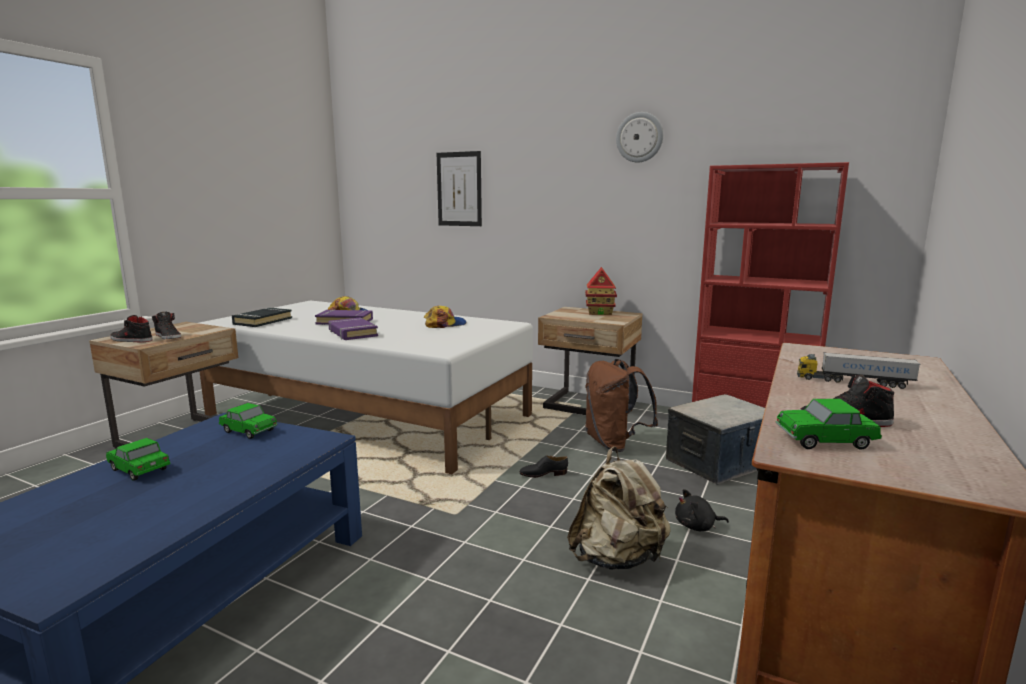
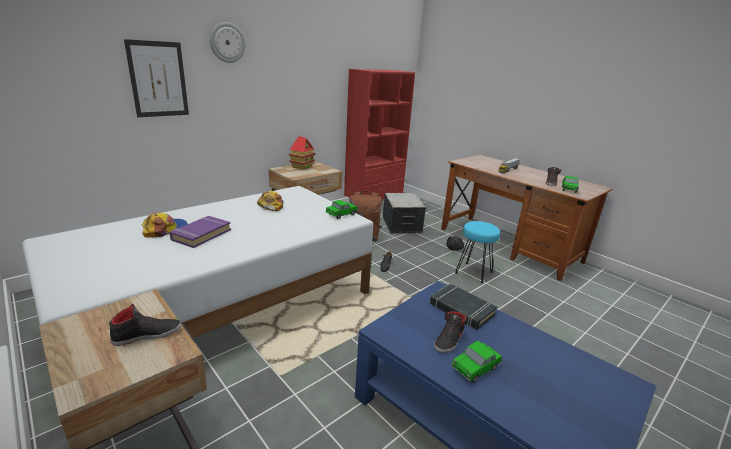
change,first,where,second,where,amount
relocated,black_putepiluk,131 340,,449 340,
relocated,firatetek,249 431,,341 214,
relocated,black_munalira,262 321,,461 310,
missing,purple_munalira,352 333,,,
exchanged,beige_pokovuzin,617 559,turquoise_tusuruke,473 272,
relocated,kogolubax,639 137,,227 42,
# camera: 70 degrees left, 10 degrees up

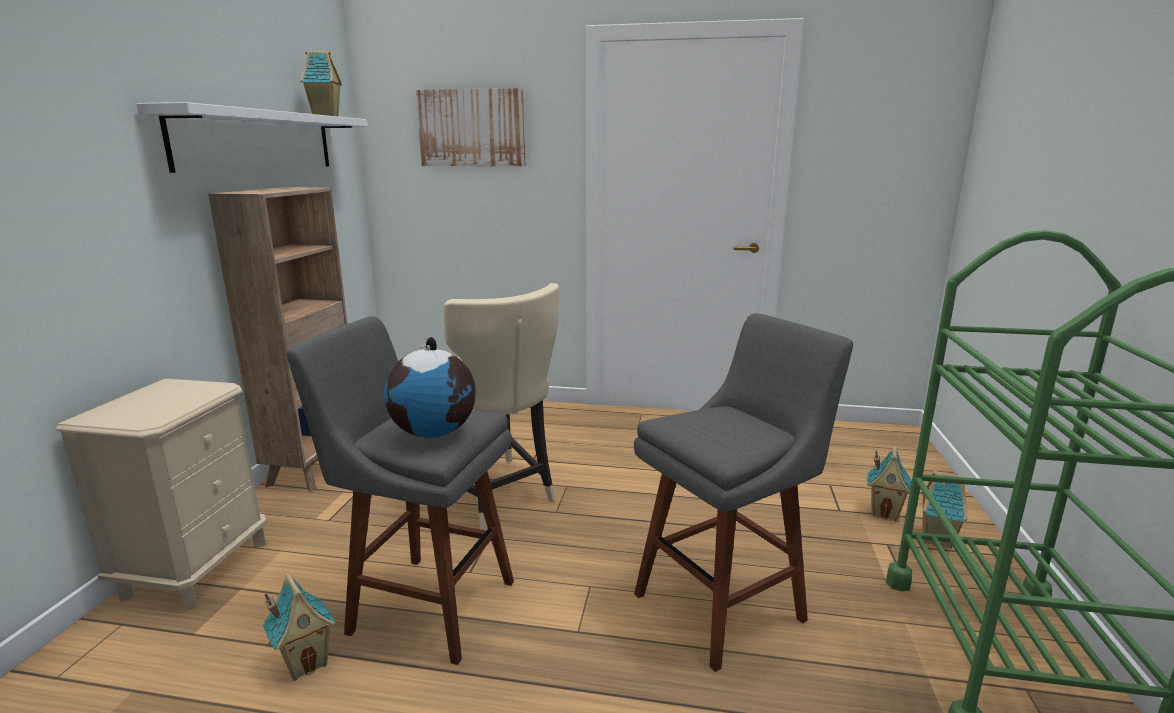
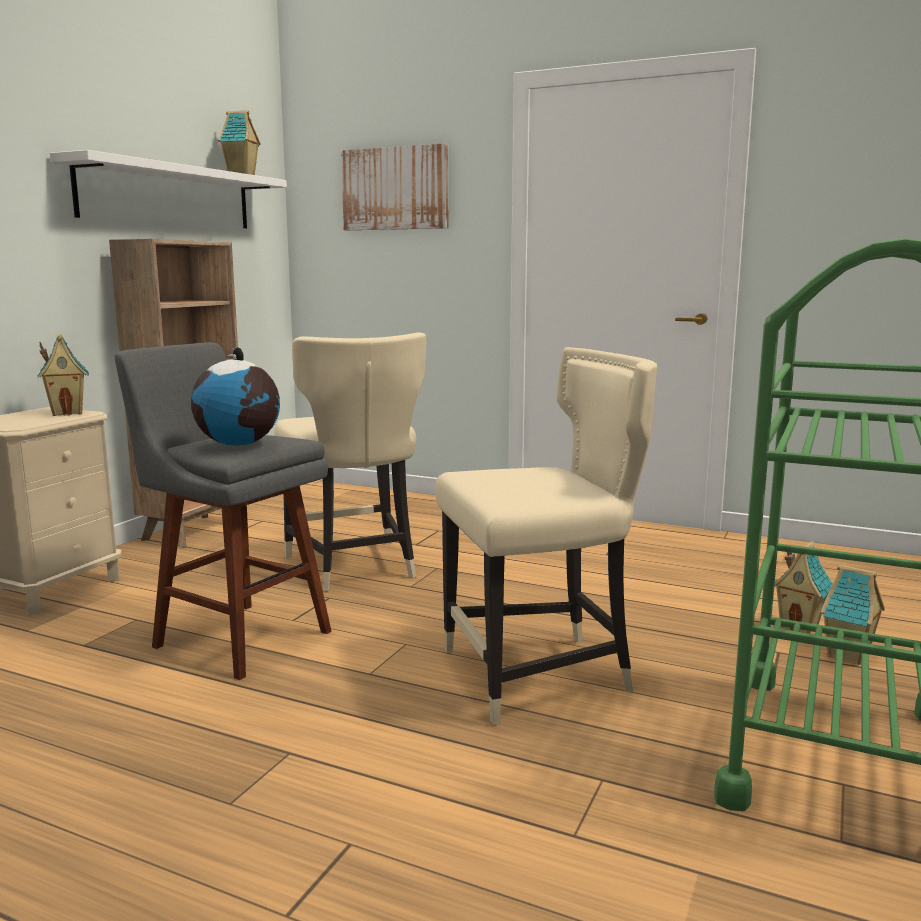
change,first,where,second,where,amount
relocated,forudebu,306 662,,68 413,
exchanged,grey_tusuruke,725 603,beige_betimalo,541 674,
# camera: 15 degrees right, 5 degrees down

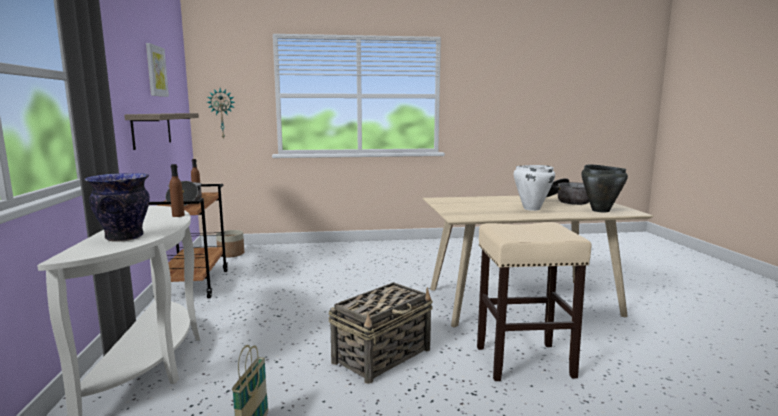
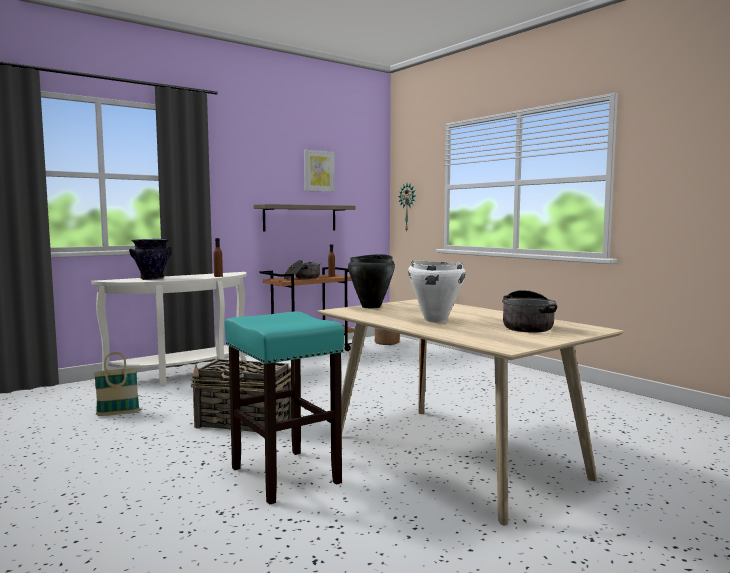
change,first,where,second,where,amount
colour,beige_tusuruke,523 362,turquoise_tusuruke,284 475,
relocated,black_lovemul,600 210,,371 307,
# camera: 60 degrees right, 5 degrees down

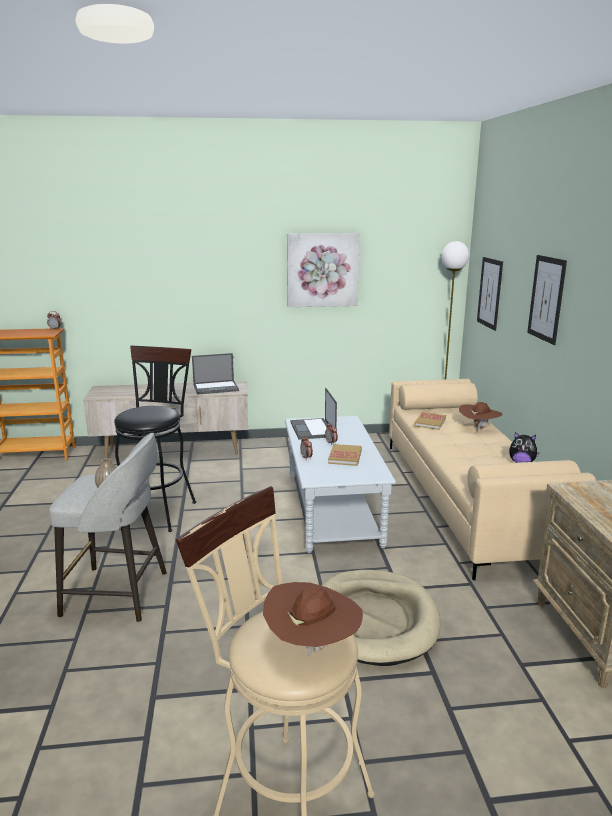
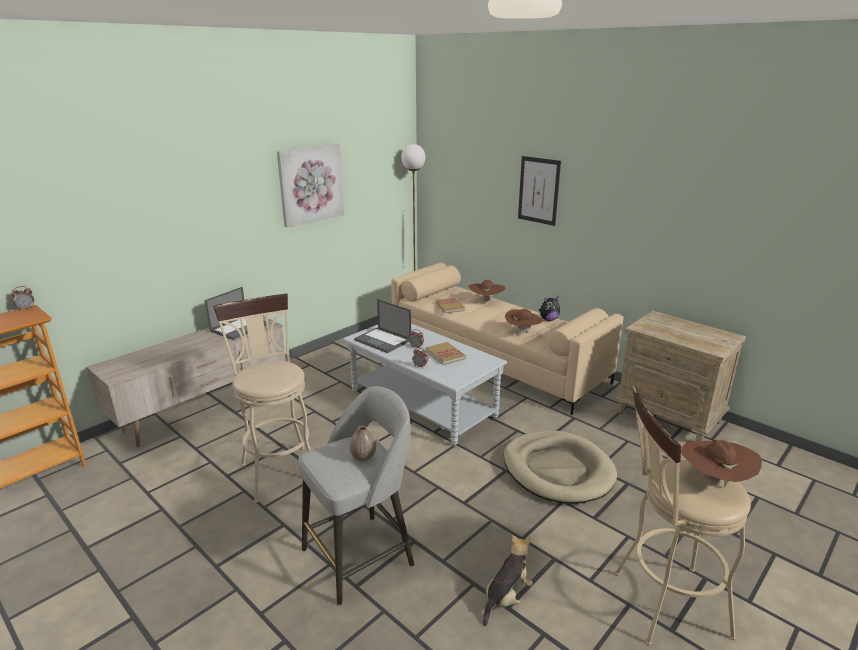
change,first,where,second,where,amount
colour,black_tusuruke,159 509,beige_tusuruke,278 469,
missing,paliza,490 293,,,
appeared,,,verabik,506 597,
appeared,,,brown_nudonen,523 332,
# camera: 40 degrees left, 5 degrees up

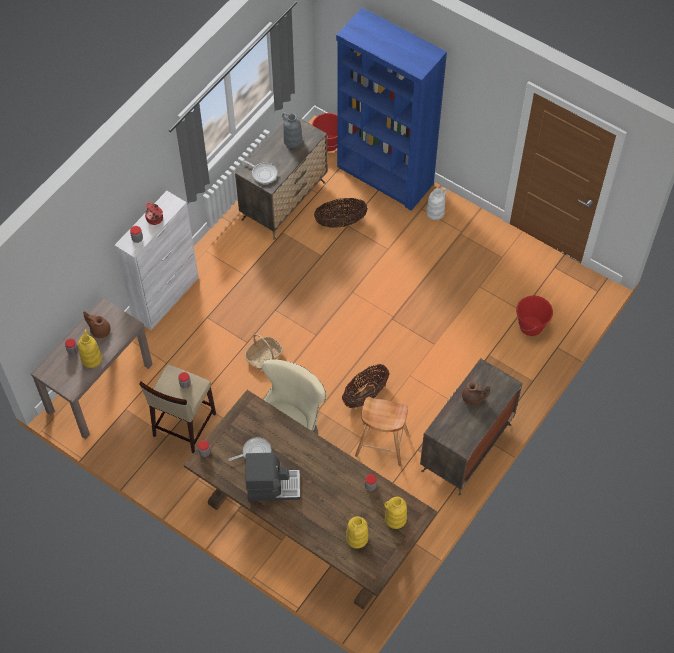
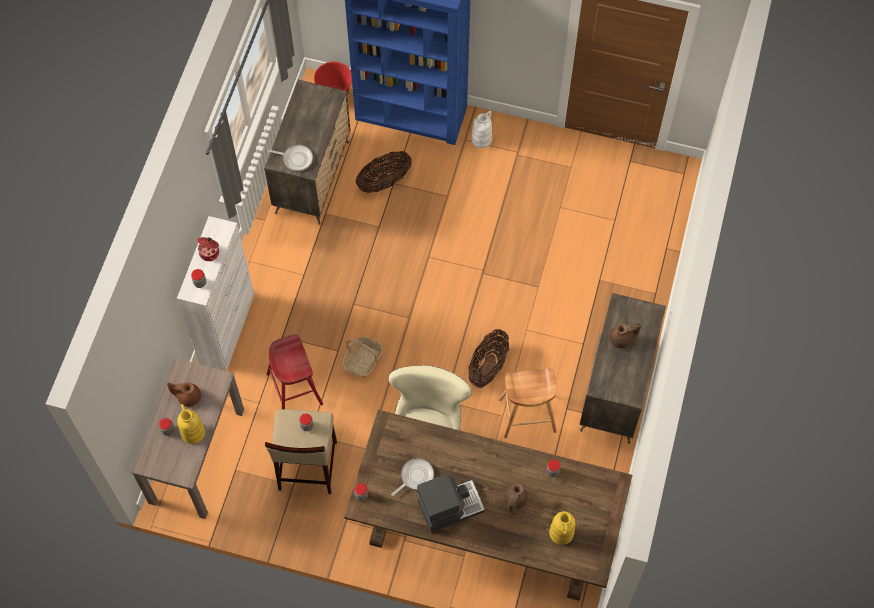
change,first,where,second,where,amount
missing,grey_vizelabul,292 140,,,
missing,yellow_vizelabul,395 519,,,
missing,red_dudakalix,531 326,,,
appeared,,,red_tusuruke,294 389,
appeared,,,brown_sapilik,514 500,
# camera: 20 degrees left, 5 degrees up

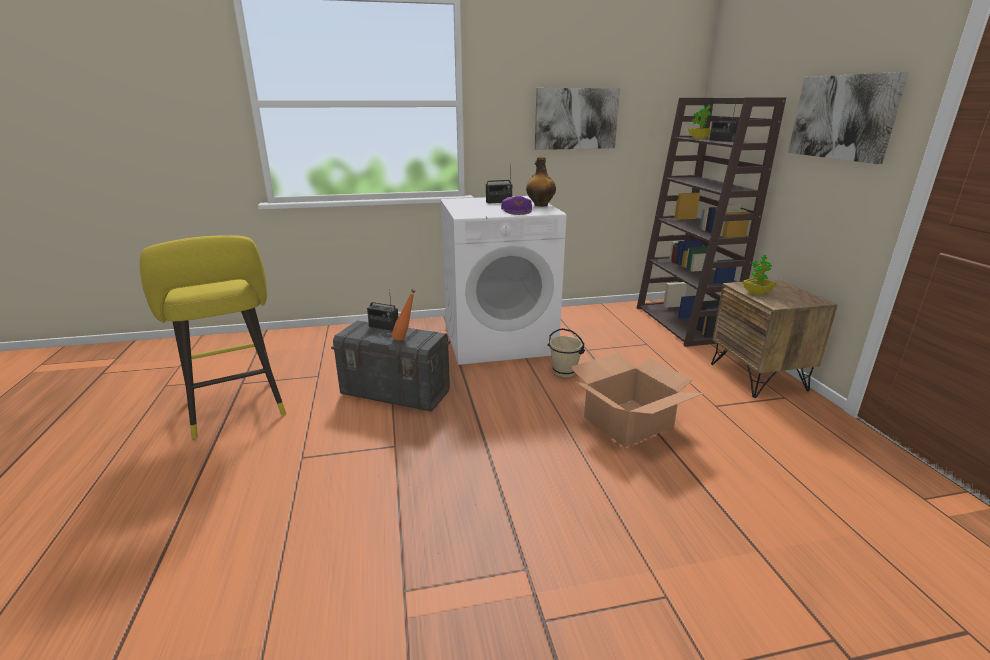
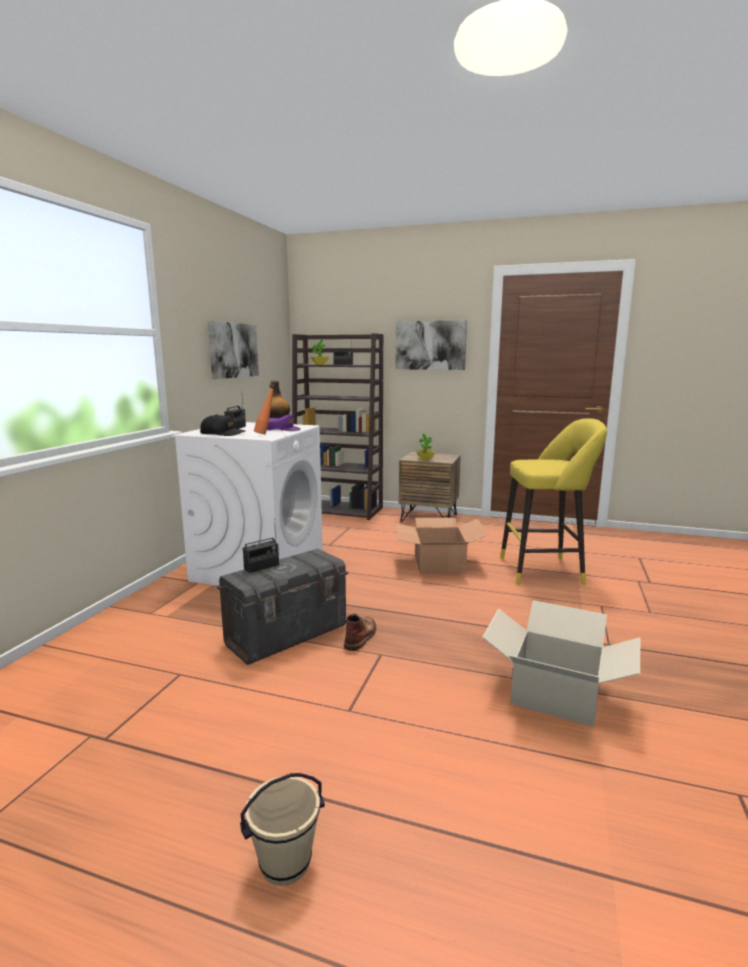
change,first,where,second,where,amount
relocated,yellow_tusuruke,237 410,,546 570,
relocated,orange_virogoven,405 339,,265 434,
relocated,beige_dudakalix,564 372,,285 862,
appeared,,,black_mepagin,223 434,
appeared,,,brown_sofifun,361 636,
appeared,,,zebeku,555 696,
# camera: 60 degrees left, 10 degrees down

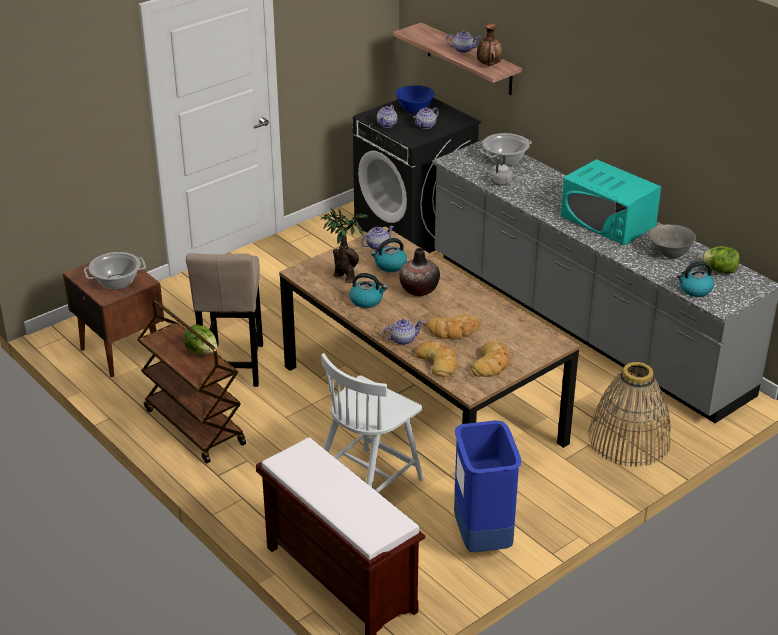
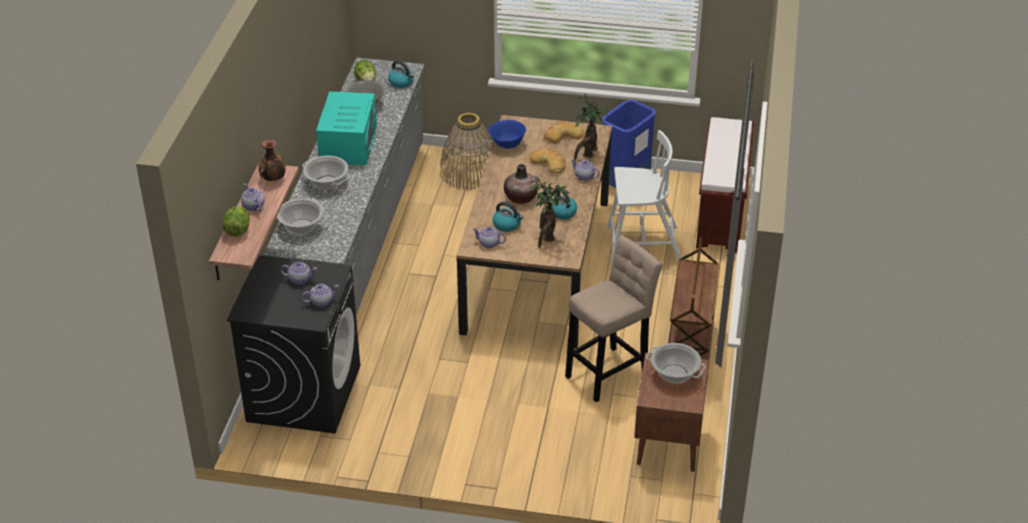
change,first,where,second,where,amount
relocated,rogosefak,201 351,,237 230,
relocated,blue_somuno,414 110,,507 145,
exchanged,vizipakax,438 362,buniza,587 153,
missing,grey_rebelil,500 183,,,
appeared,,,lovemul,326 183,
# camera: 130 degrees left, 5 degrees up

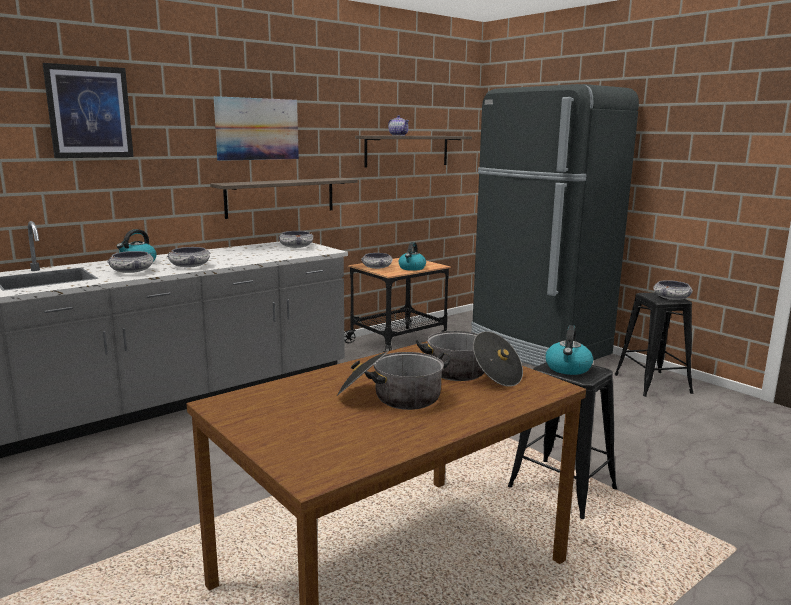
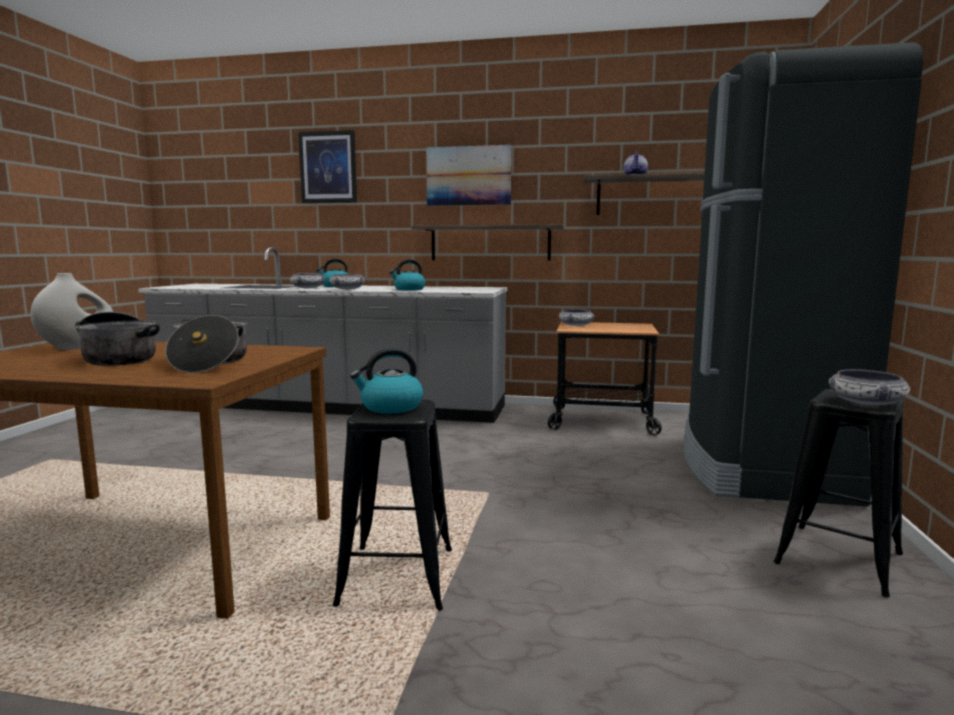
change,first,where,second,where,amount
missing,somuno,296 247,,,
relocated,rebelil,412 268,,409 289,
appeared,,,white_vizelabul,78 347,
# camera: 50 degrees right, 5 degrees down

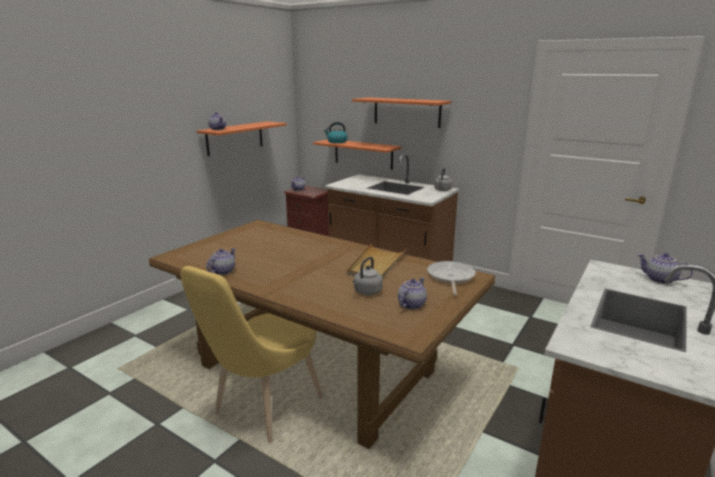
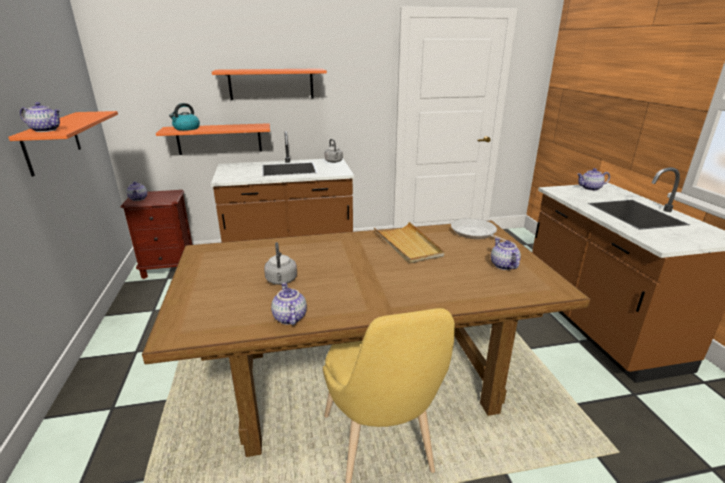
change,first,where,second,where,amount
relocated,grey_rebelil,367 292,,281 281,
# camera: 45 degrees left, 5 degrees up

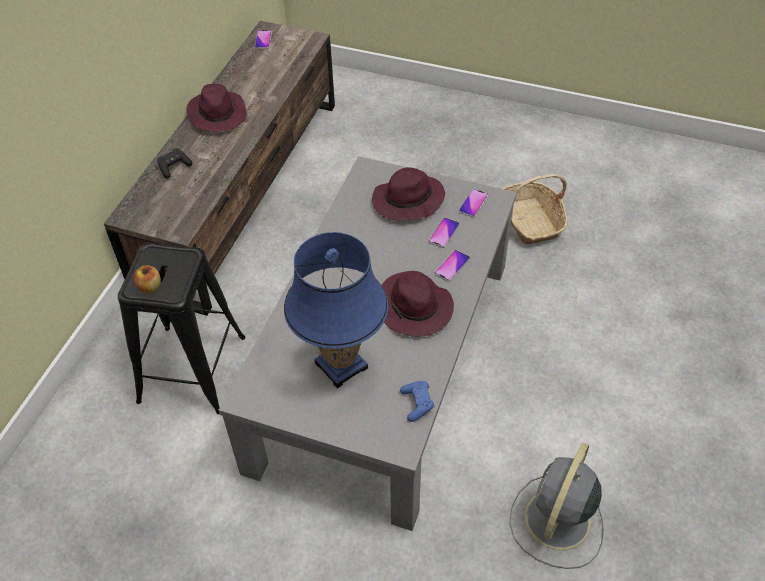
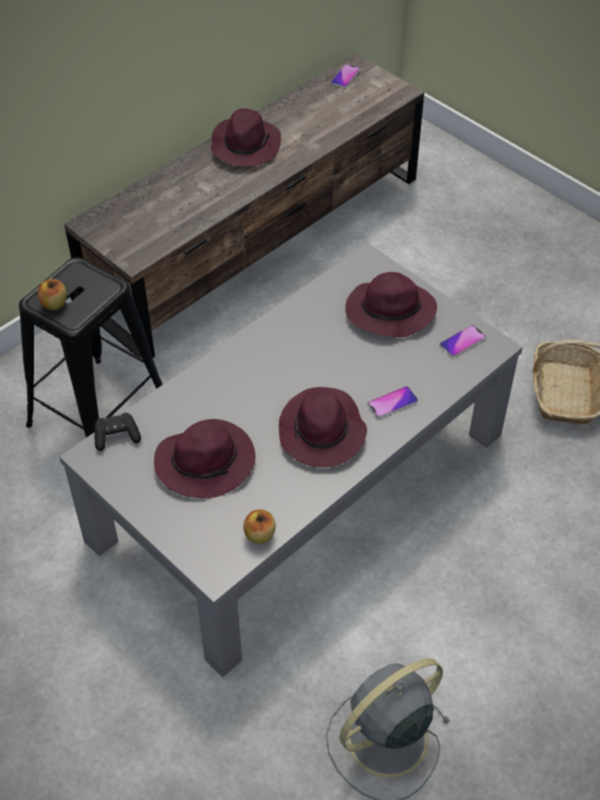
change,first,where,second,where,amount
relocated,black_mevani,174 167,,117 437,
exchanged,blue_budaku,341 365,purple_nudonen,207 462,
exchanged,blue_mevani,417 404,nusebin,259 535,
missing,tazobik,444 233,,,
# camera: 25 degrees right, 0 degrees up

